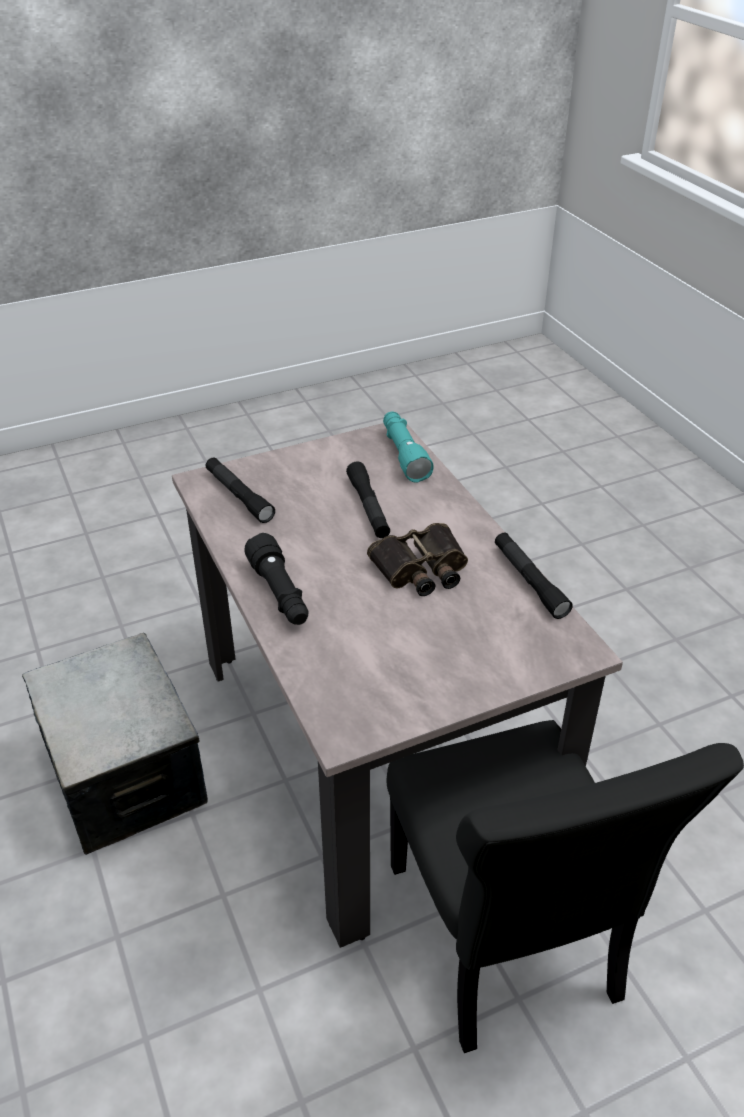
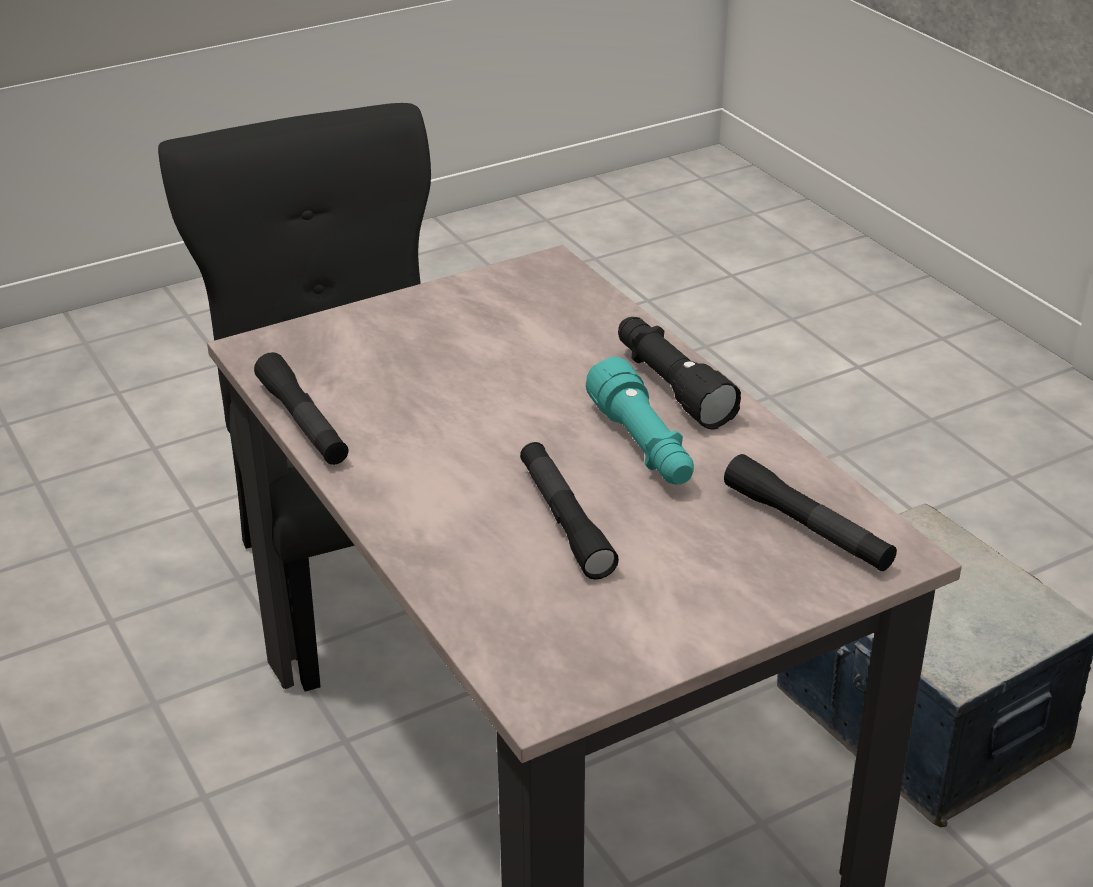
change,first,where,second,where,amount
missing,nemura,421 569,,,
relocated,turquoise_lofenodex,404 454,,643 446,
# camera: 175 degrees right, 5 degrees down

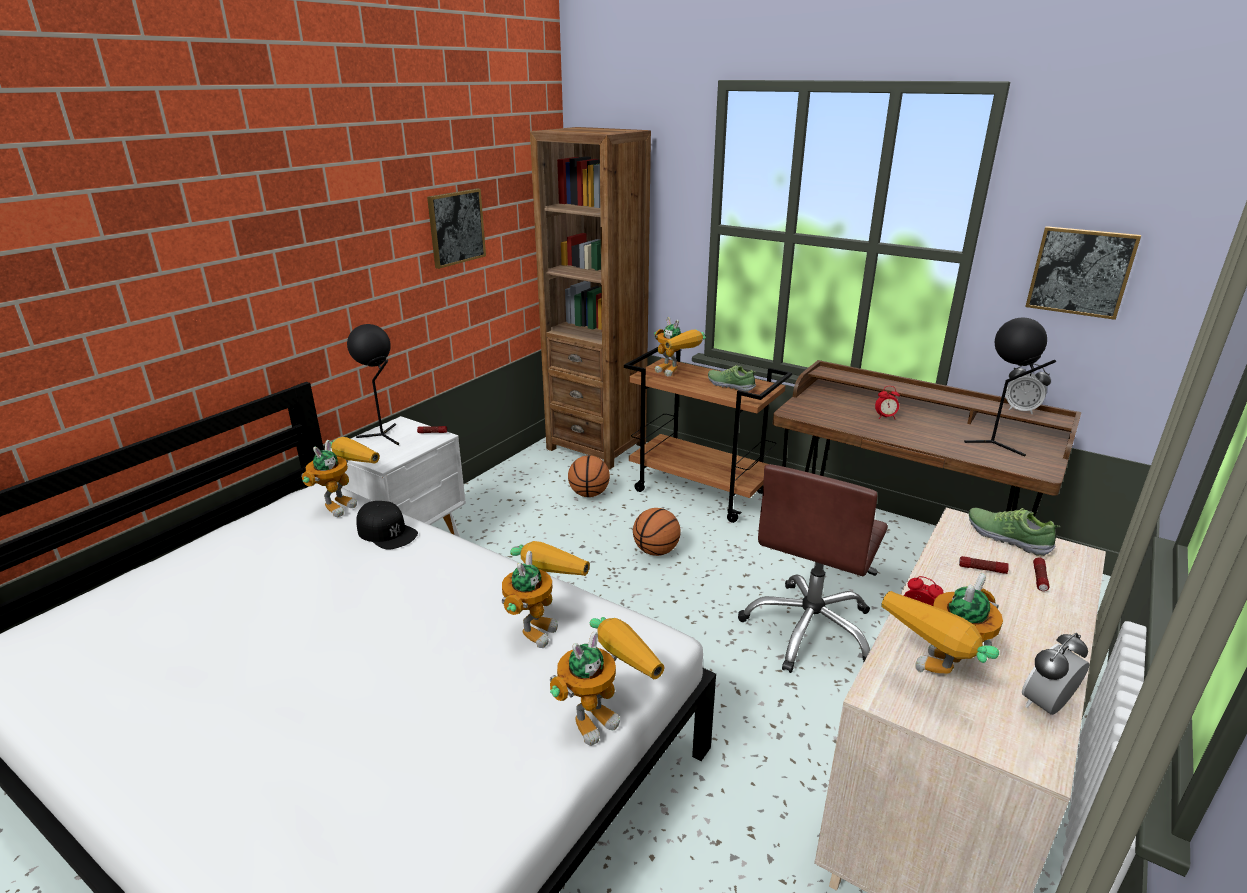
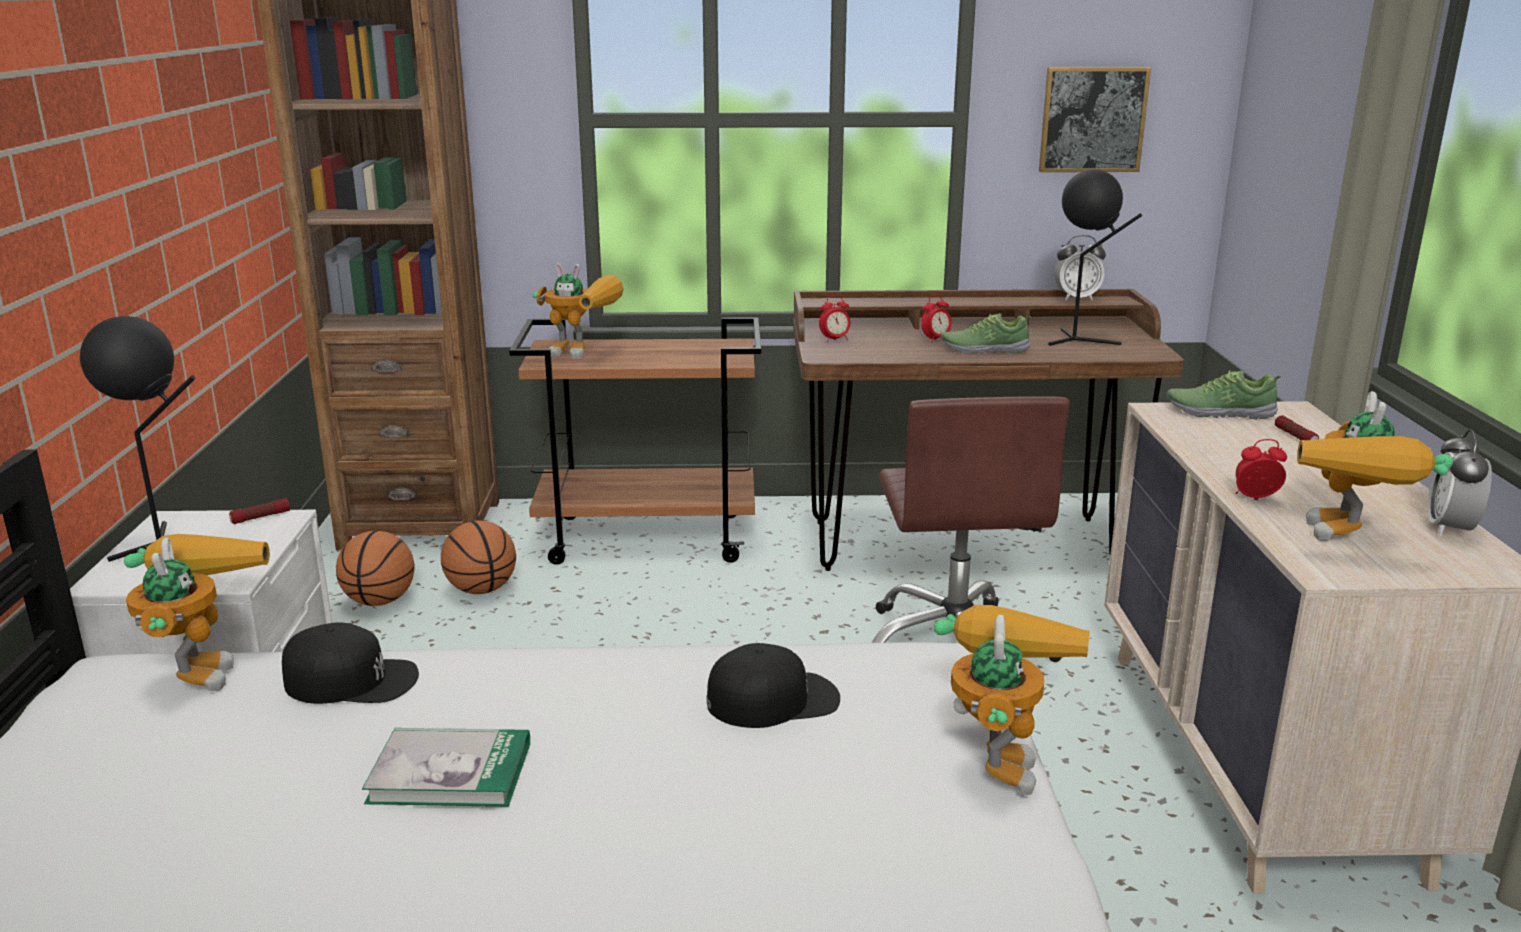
change,first,where,second,where,amount
missing,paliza,456 227,,,
exchanged,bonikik,540 623,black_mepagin,773 699,
relocated,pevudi,656 551,,379 601,
relocated,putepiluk,730 385,,984 349,
missing,lofenodex,982 569,,,
appeared,,,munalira,450 772,
appeared,,,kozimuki,835 340,
# camera: 35 degrees left, 5 degrees down

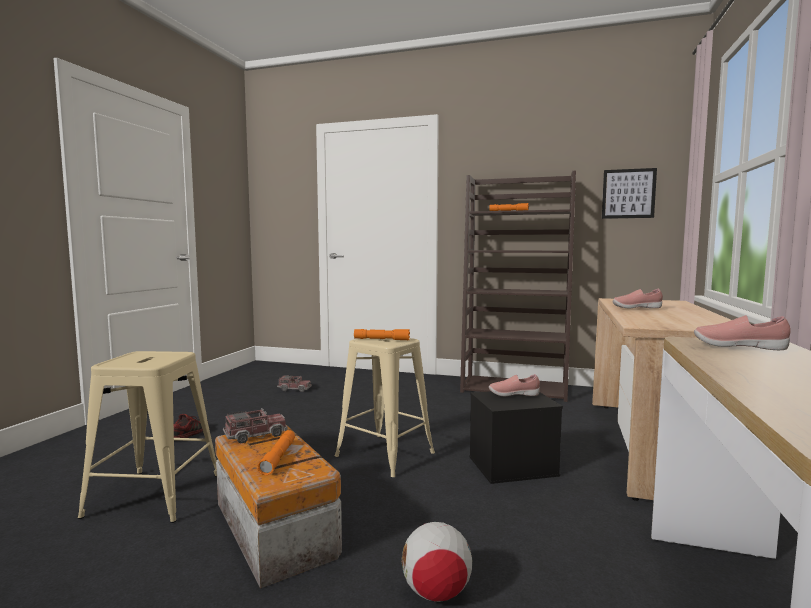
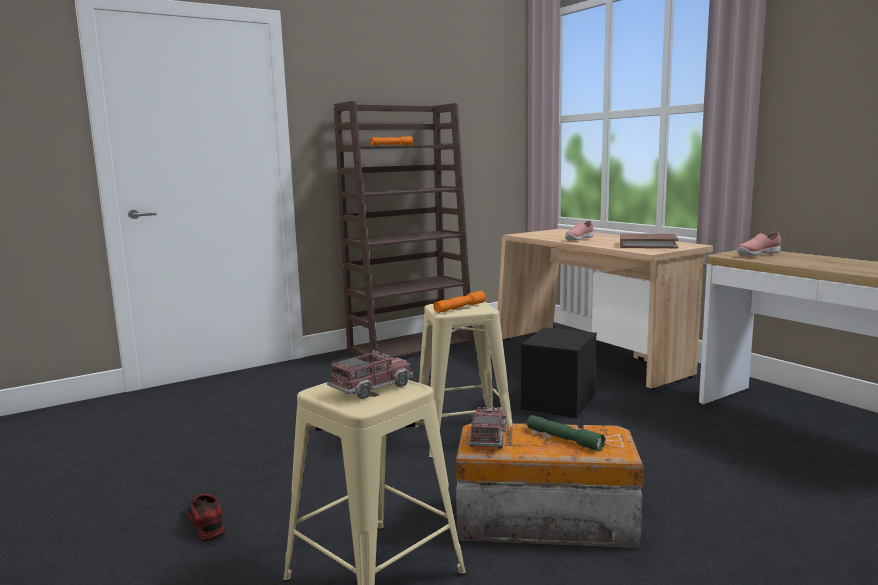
change,first,where,second,where,amount
colour,orange_lofenodex,278 458,green_lofenodex,564 439,
relocated,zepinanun,294 389,,371 388,
missing,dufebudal,436 593,,,
missing,pink_putepiluk,513 395,,,
missing,paliza,628 193,,,
appeared,,,brown_munalira,647 244,
# camera: 50 degrees left, 5 degrees up

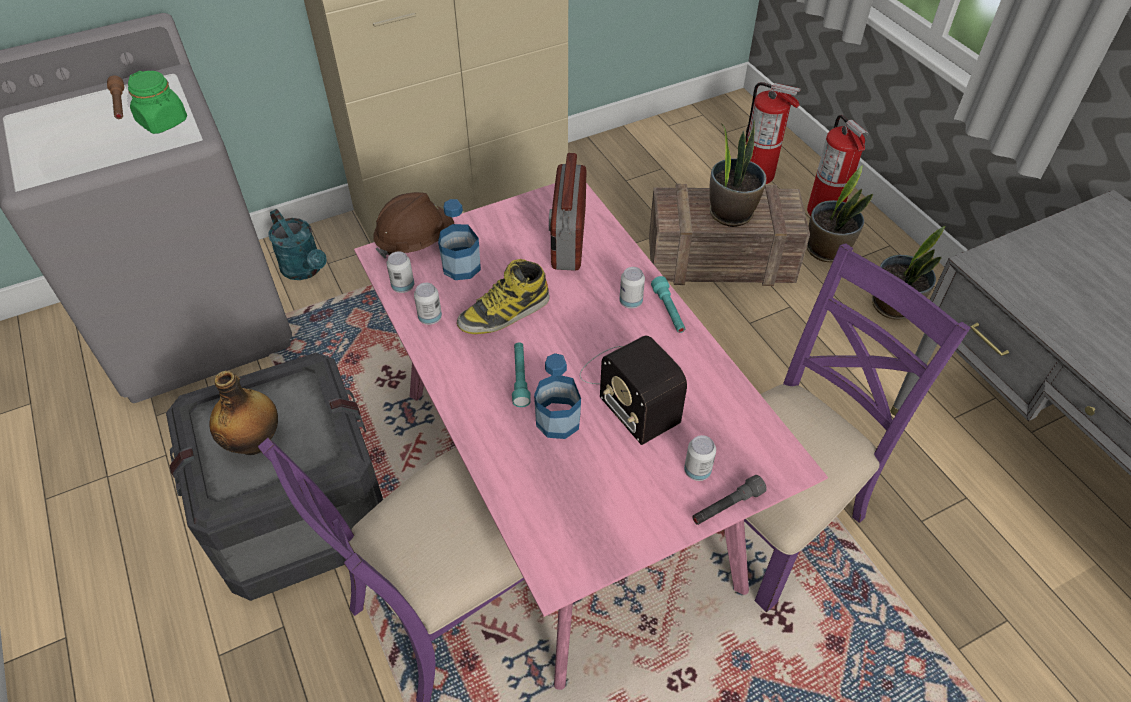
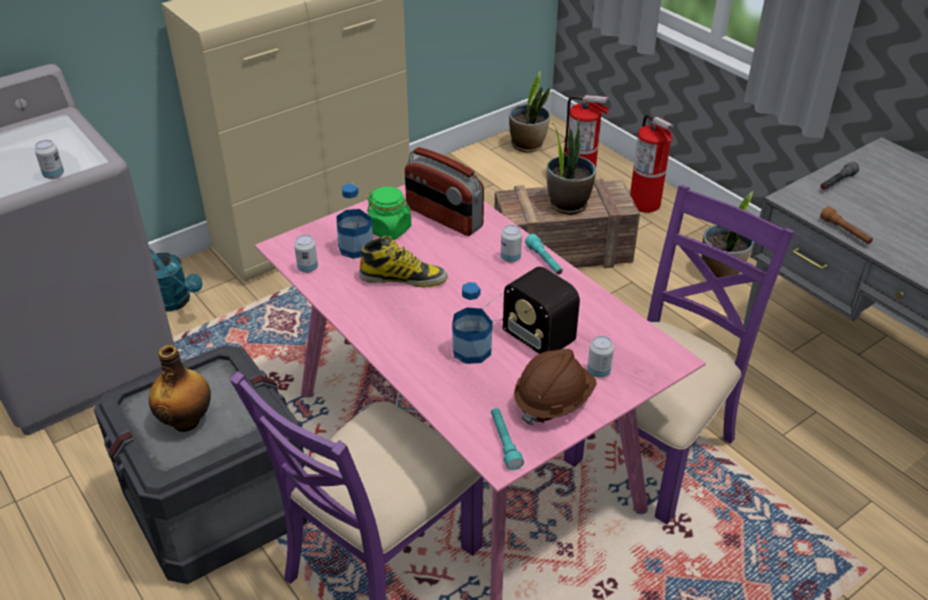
change,first,where,second,where,amount
relocated,brown_lofenodex,120 105,,845 232,
relocated,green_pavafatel,163 121,,389 230,
relocated,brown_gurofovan,415 241,,553 401,
relocated,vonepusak,430 318,,54 175,
spun,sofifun,504 313,,403 278,135 degrees counterclockwise
relocated,turquoise_lofenodex,520 378,,504 443,
spun,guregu,567 239,,443 218,45 degrees counterclockwise
relocated,grey_lofenodex,726 506,,837 182,
relocated,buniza,827 250,,528 145,
# camera: 10 degrees left, 10 degrees down

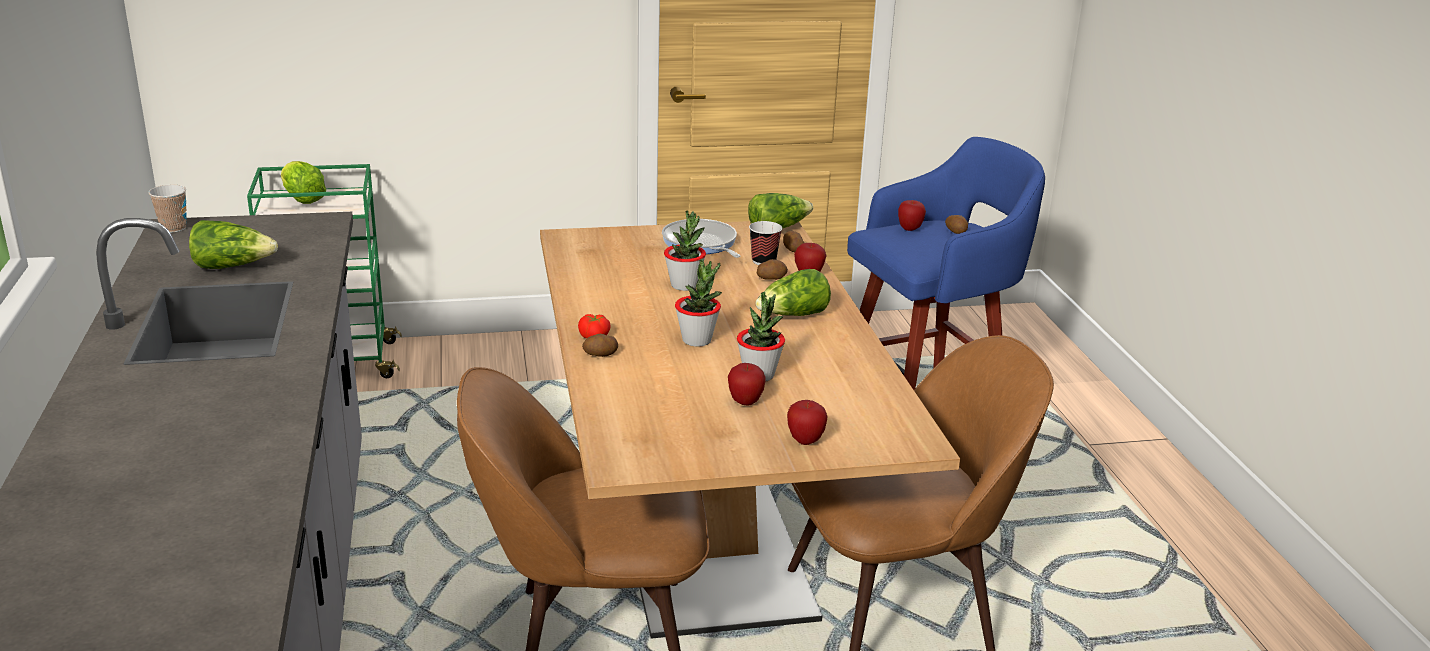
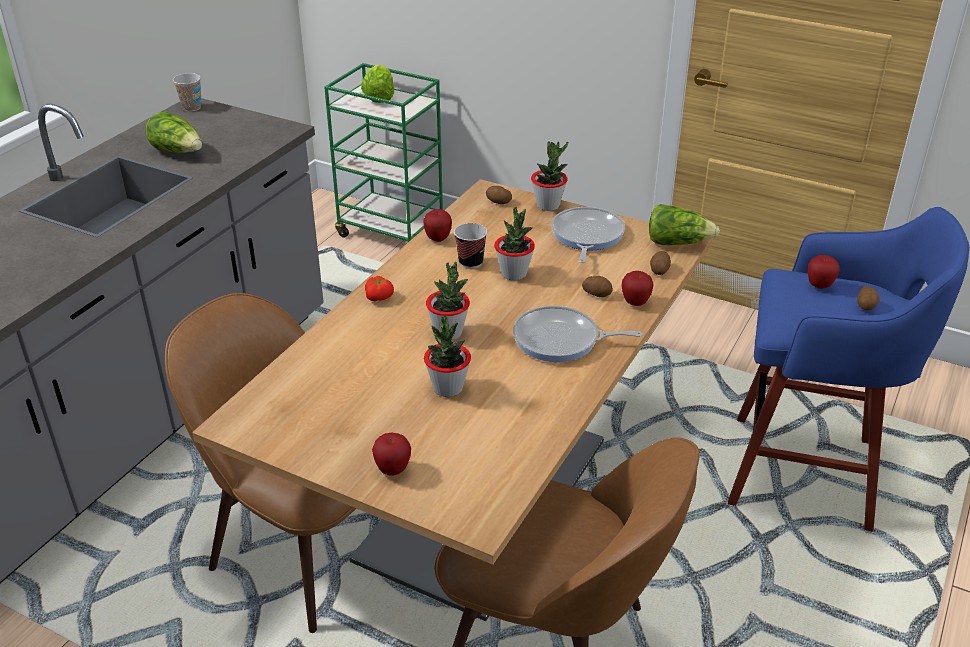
change,first,where,second,where,amount
relocated,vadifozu,600 355,,498 202,
relocated,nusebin,745 402,,438 239,
relocated,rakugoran,763 261,,470 262,
exchanged,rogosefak,793 316,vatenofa,561 340,
appeared,,,buniza,548 205,
# camera: 40 degrees right, 10 degrees up

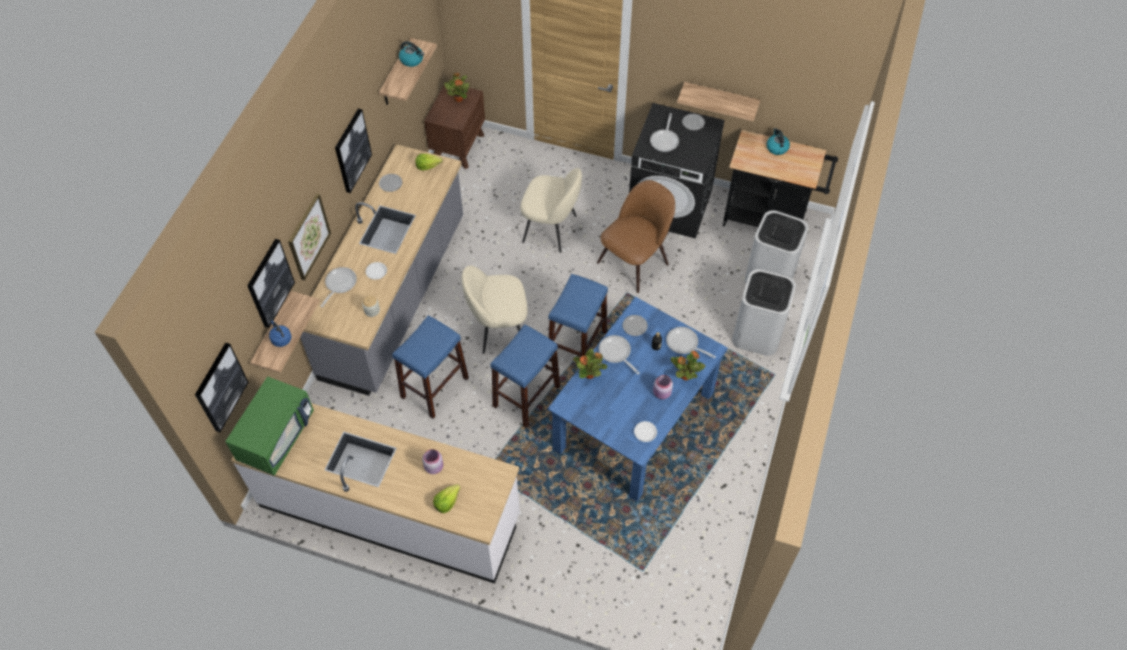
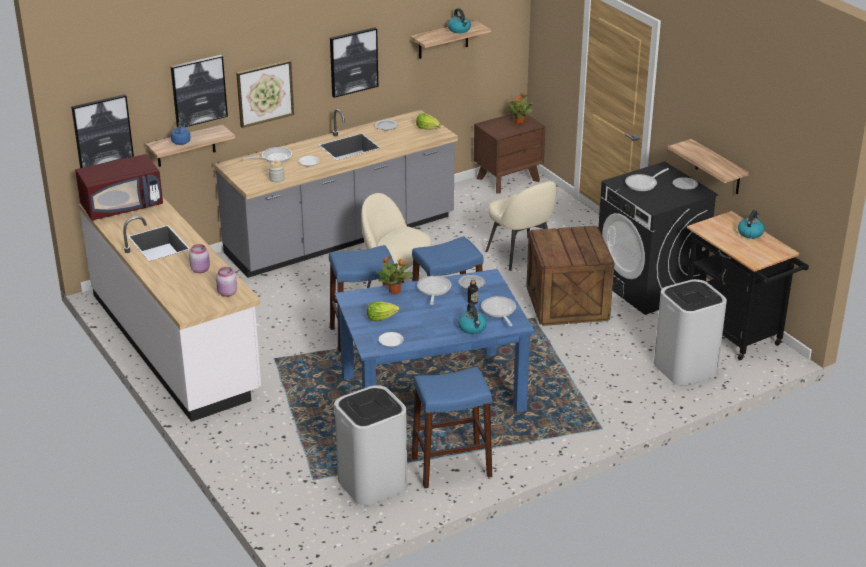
change,first,where,second,where,amount
colour,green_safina,276 436,red_safina,122 207,
relocated,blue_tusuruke,434 387,,451 467,
relocated,rogosefak,447 501,,381 317,
exchanged,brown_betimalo,635 261,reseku,568 303,
relocated,pink_pavafatel,662 393,,227 293,
exchanged,buniza,685 376,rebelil,472 328,
relocated,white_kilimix,757 333,,373 483,
# camera: 40 degrees right, 25 degrees down

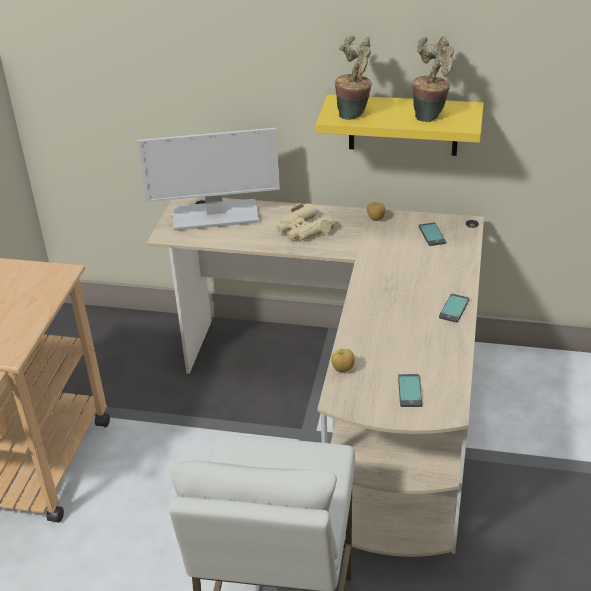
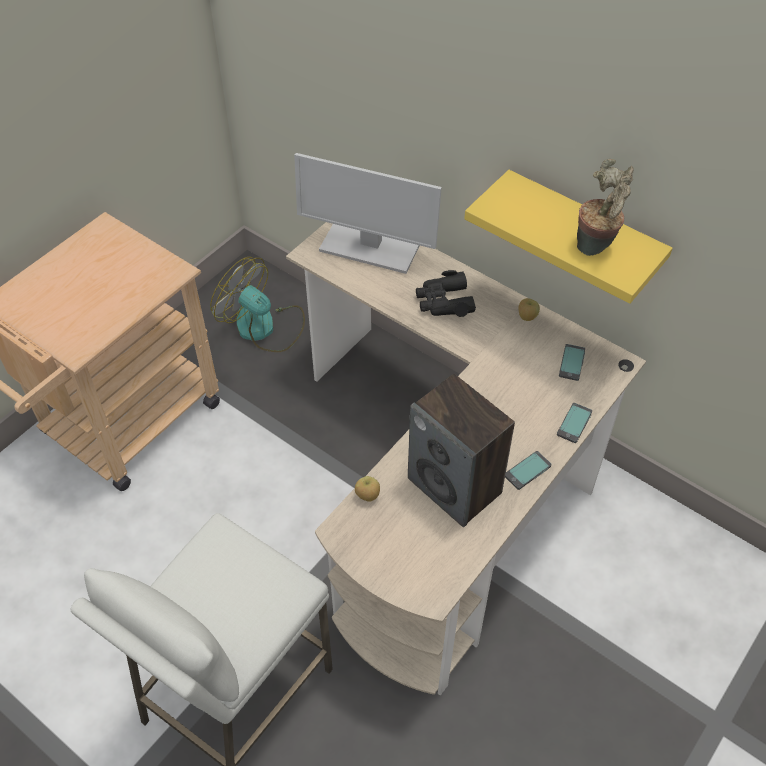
change,first,where,second,where,amount
colour,beige_nemura,303 230,black_nemura,444 301,
missing,buniza,354 114,,,
relocated,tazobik,410 391,,574 423,
appeared,,,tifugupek,264 327,
appeared,,,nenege,455 486,
# camera: 25 degrees right, 15 degrees up

